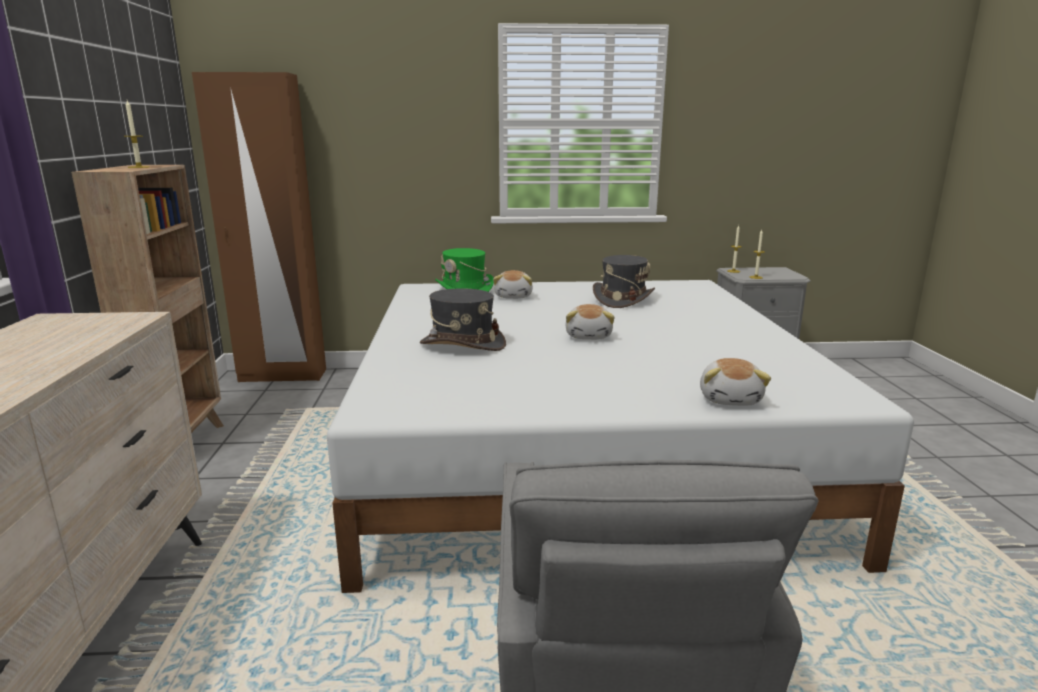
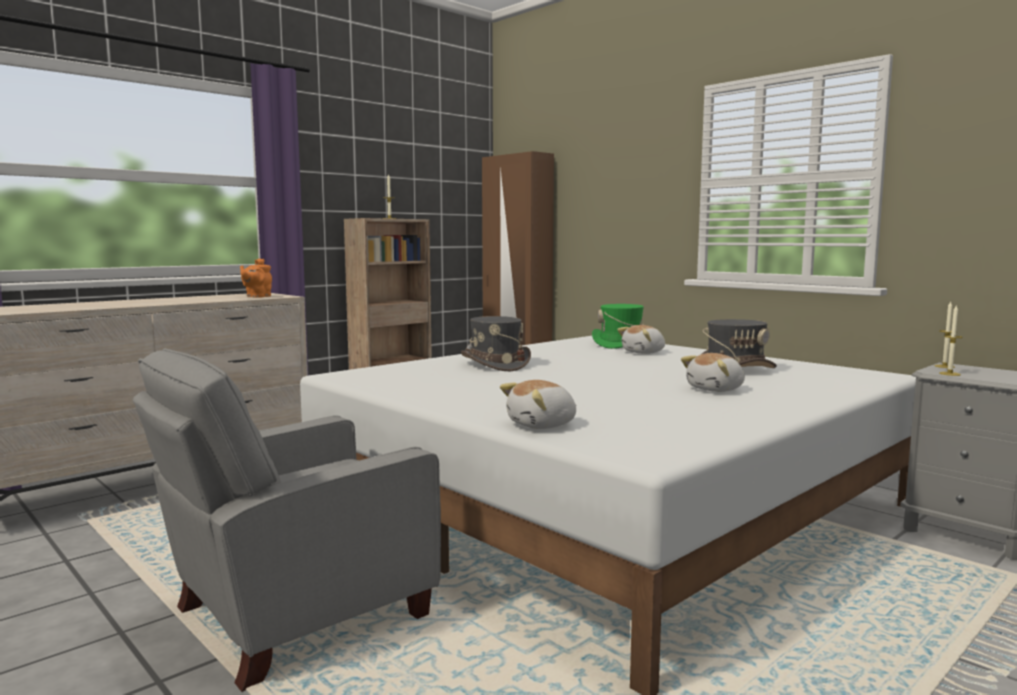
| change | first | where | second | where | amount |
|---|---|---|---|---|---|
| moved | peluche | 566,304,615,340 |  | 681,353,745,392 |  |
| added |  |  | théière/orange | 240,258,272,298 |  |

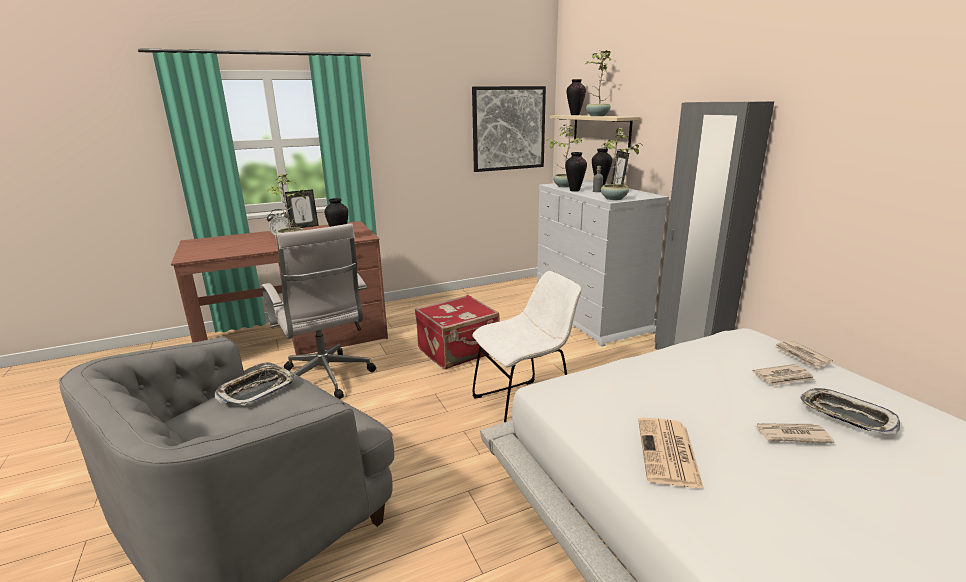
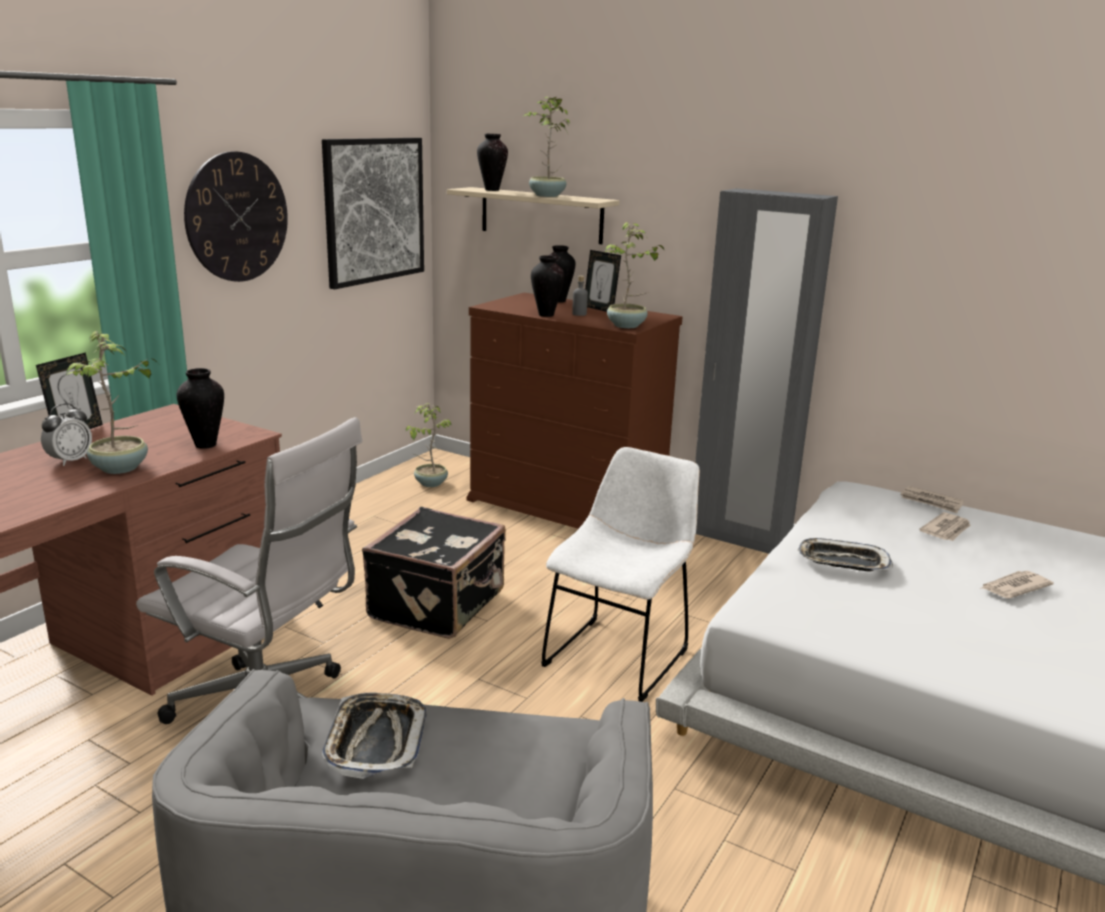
| change | first | where | second | where | amount |
|---|---|---|---|---|---|
| recoloured | valise/rouge | 415,295,500,369 | valise/noir | 362,507,506,639 |  |
| recoloured | commode/blanc | 537,180,669,347 | commode/marron | 467,293,683,529 |  |
| moved | plante en pot | 546,125,582,187 |  | 406,403,452,487 |  |
| removed | journal | 638,418,704,489 |  |  |  |
| moved | plateau | 800,388,900,434 |  | 798,538,893,571 |  |
| added |  |  | horloge murale | 184,151,288,282 |  |

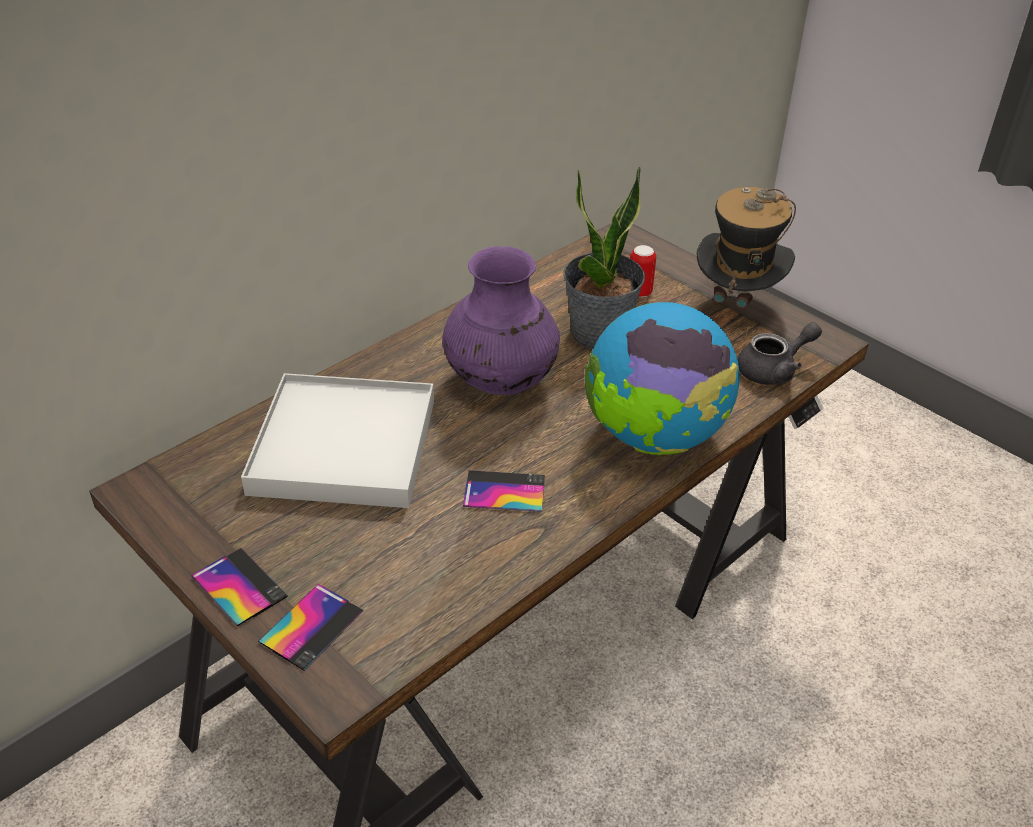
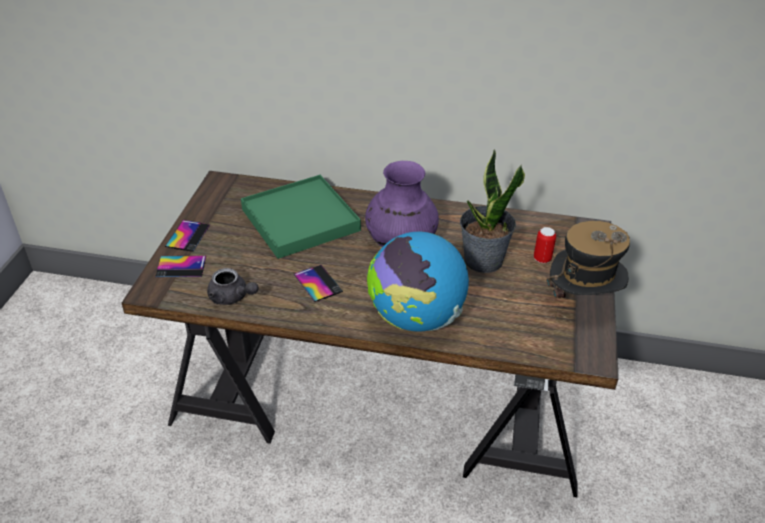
| change | first | where | second | where | amount |
|---|---|---|---|---|---|
| recoloured | plateau/blanc | 241,373,434,508 | plateau/vert | 241,175,361,259 |  |
| moved | théière/gris | 737,322,822,385 |  | 207,268,259,305 |  |

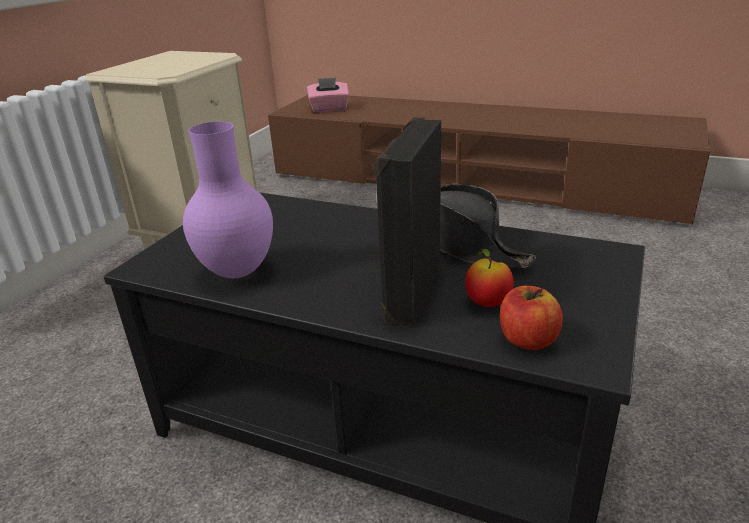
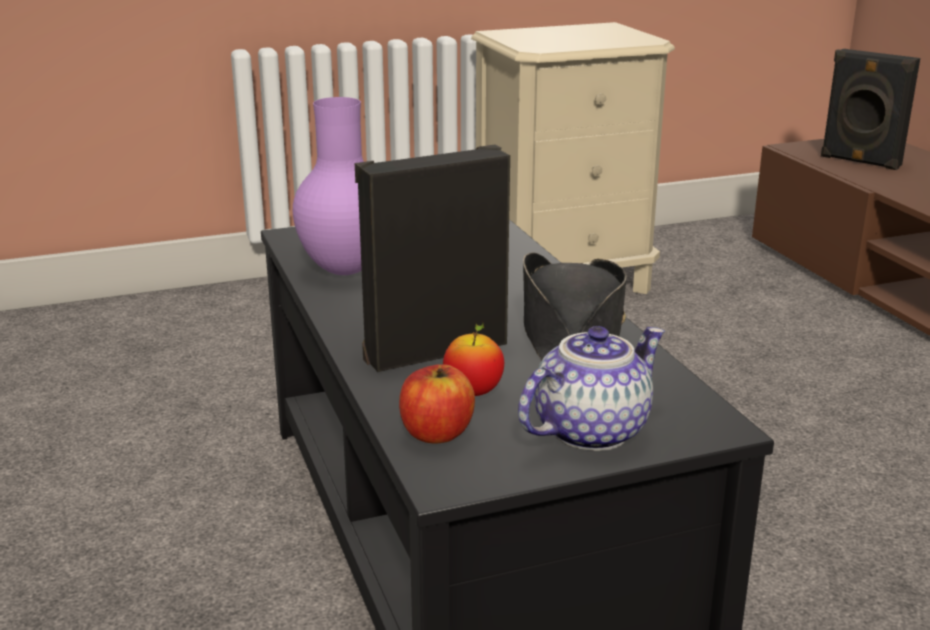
| change | first | where | second | where | amount |
|---|---|---|---|---|---|
| replaced | boîte à mouchoirs/rose | 307,78,349,112 | enceinte/noir | 821,49,920,170 |  |
| added |  |  | théière | 518,326,665,451 |  |

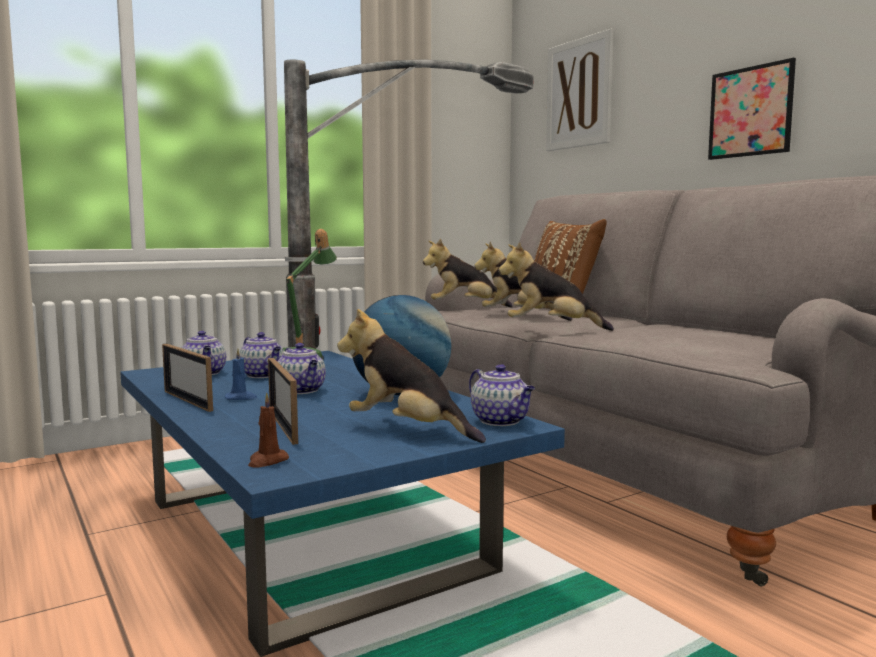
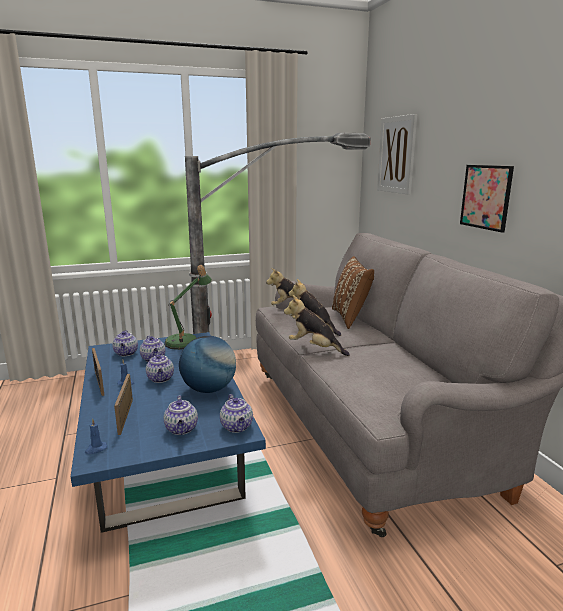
| change | first | where | second | where | amount |
|---|---|---|---|---|---|
| recoloured | bougie/marron | 248,392,289,468 | bougie/bleu | 85,418,107,454 |  |
| replaced | peluche | 337,309,486,443 | théière | 164,396,198,435 |  |

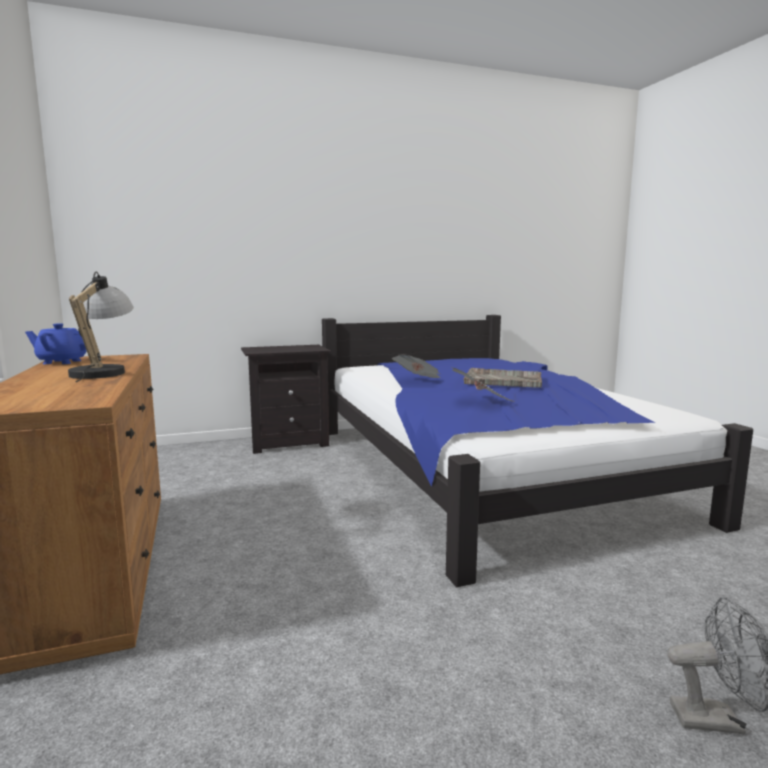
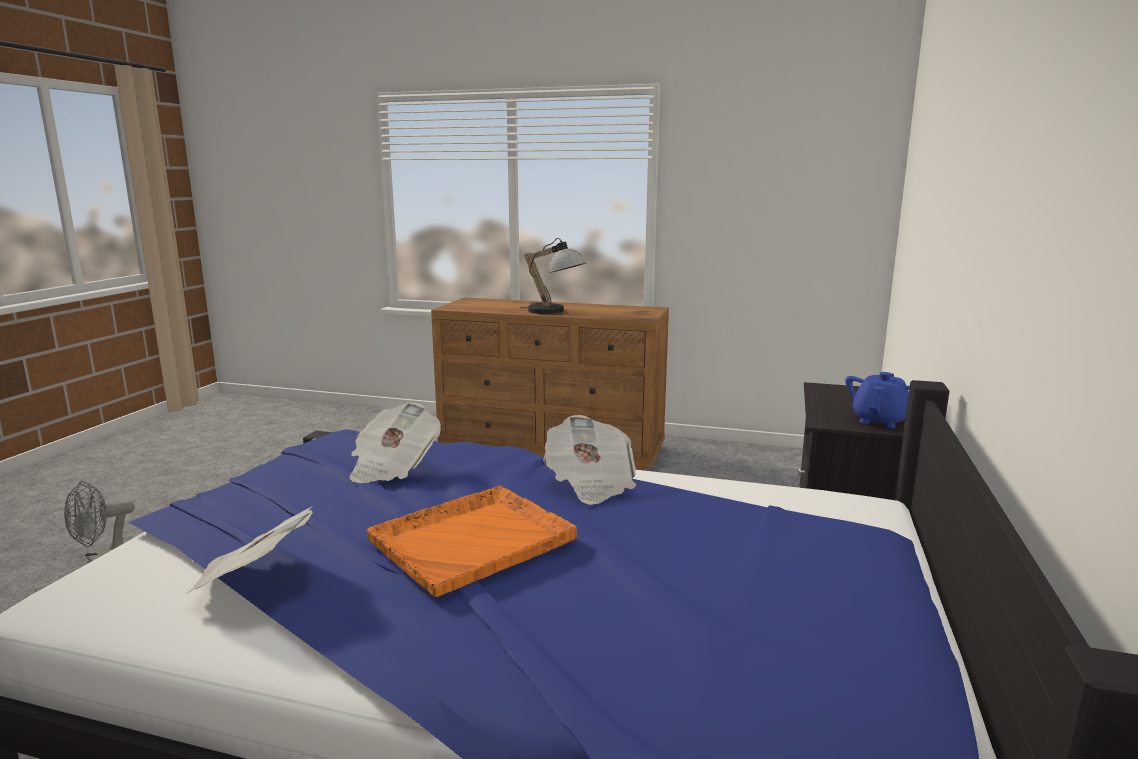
| change | first | where | second | where | amount |
|---|---|---|---|---|---|
| moved | théière/bleu | 25,323,87,364 |  | 845,372,910,428 |  |
| recoloured | plateau/gris | 464,368,542,388 | plateau/orange | 367,486,577,597 |  |
| added |  |  | journal | 186,507,312,594 |  |

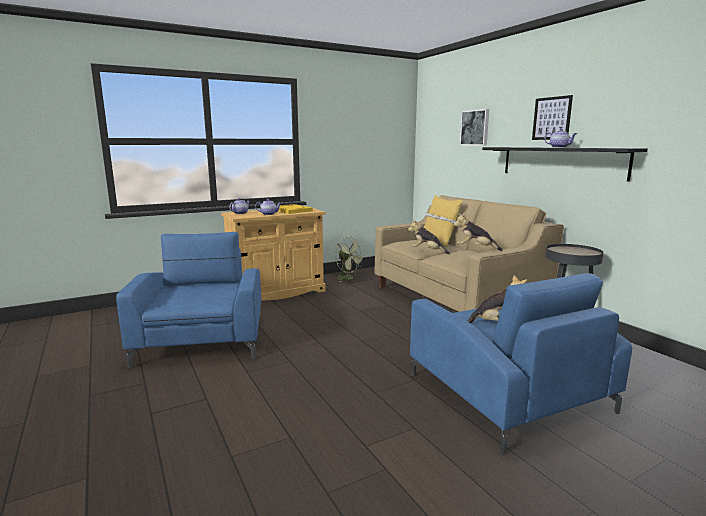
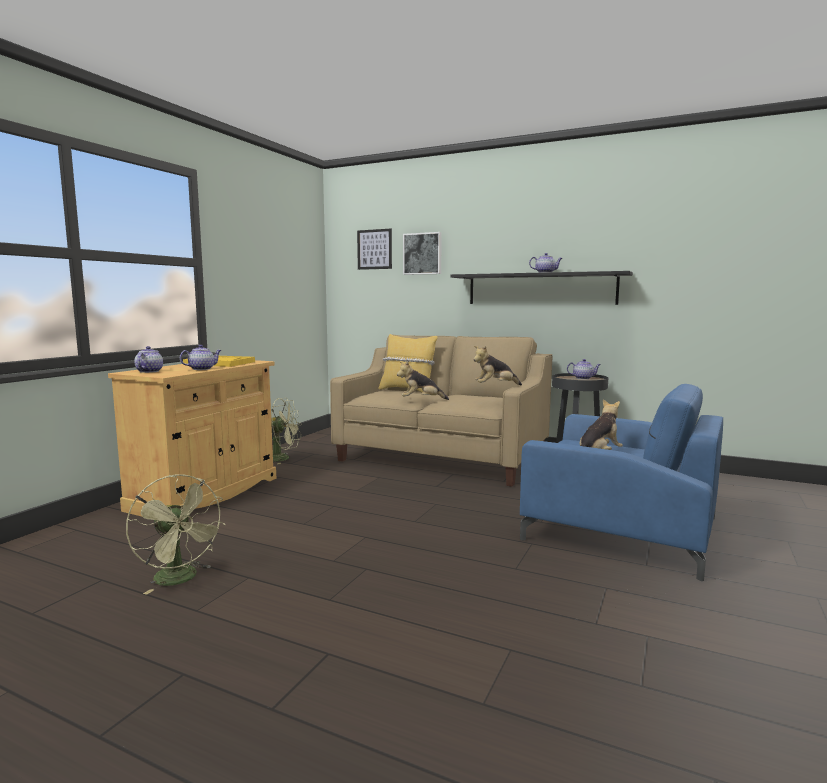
| change | first | where | second | where | amount |
|---|---|---|---|---|---|
| replaced | fauteuil/bleu | 116,232,261,368 | ventilateur/vert | 126,474,225,595 |  |
| moved | tableau | 532,95,573,140 |  | 357,229,392,270 |  |
| added |  |  | théière | 567,359,601,379 |  |

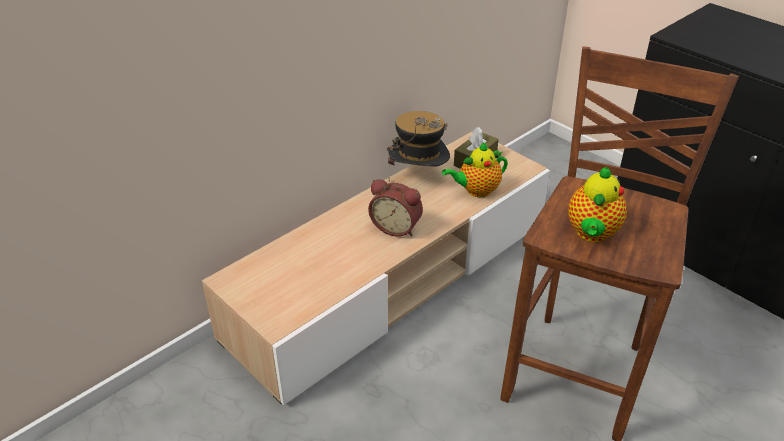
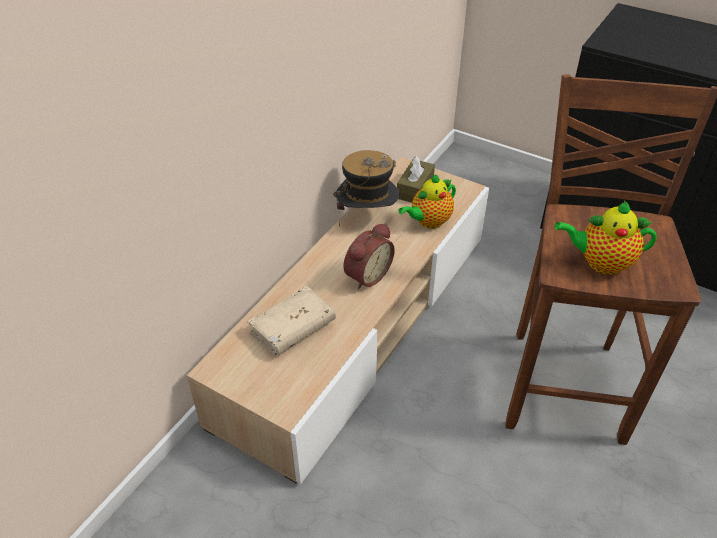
| change | first | where | second | where | amount |
|---|---|---|---|---|---|
| turned | réveil | 368,179,423,237 |  | 343,223,395,289 | 60 degrees counterclockwise |
| turned | théière | 568,167,627,242 |  | 555,200,657,275 | 90 degrees clockwise |
| added |  |  | livre/beige | 247,286,336,356 |  |

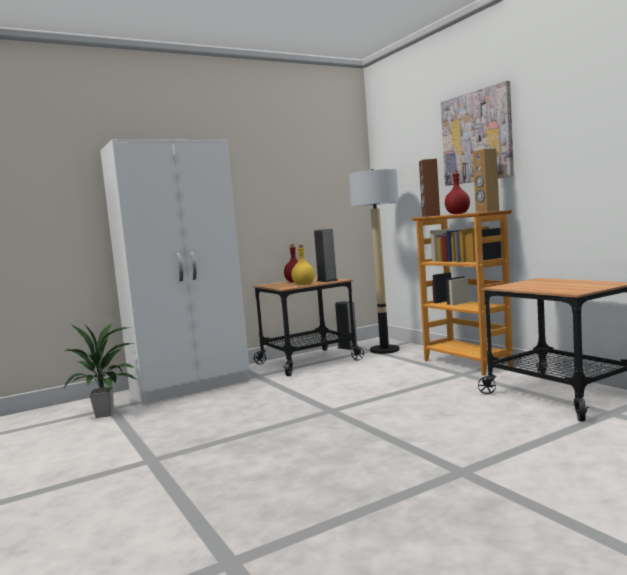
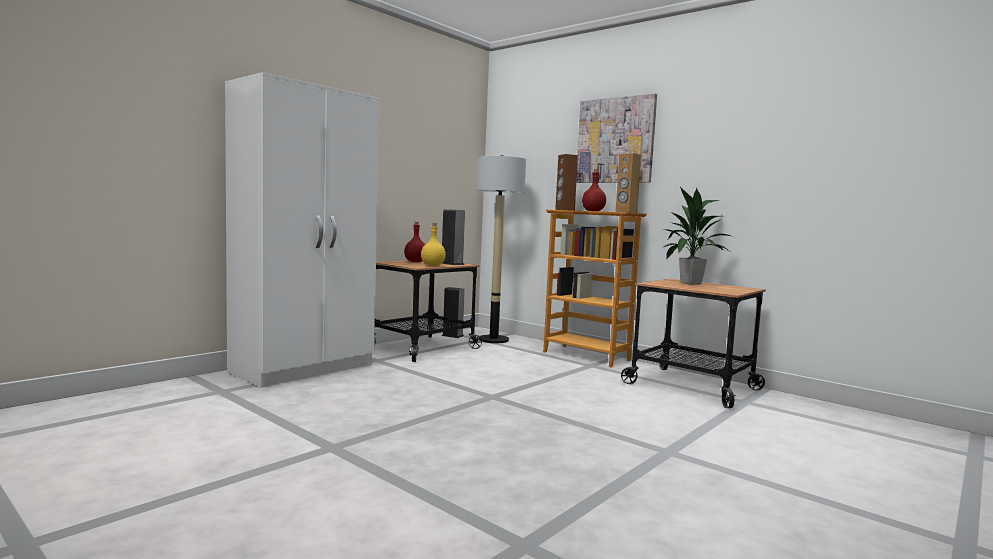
| change | first | where | second | where | amount |
|---|---|---|---|---|---|
| moved | plante en pot | 62,323,137,418 |  | 661,187,733,285 |  |

